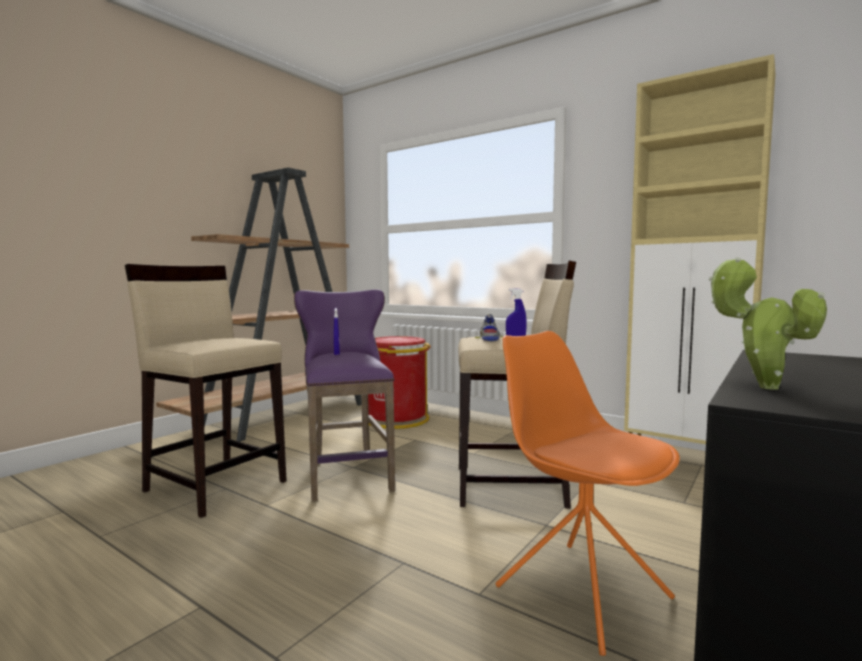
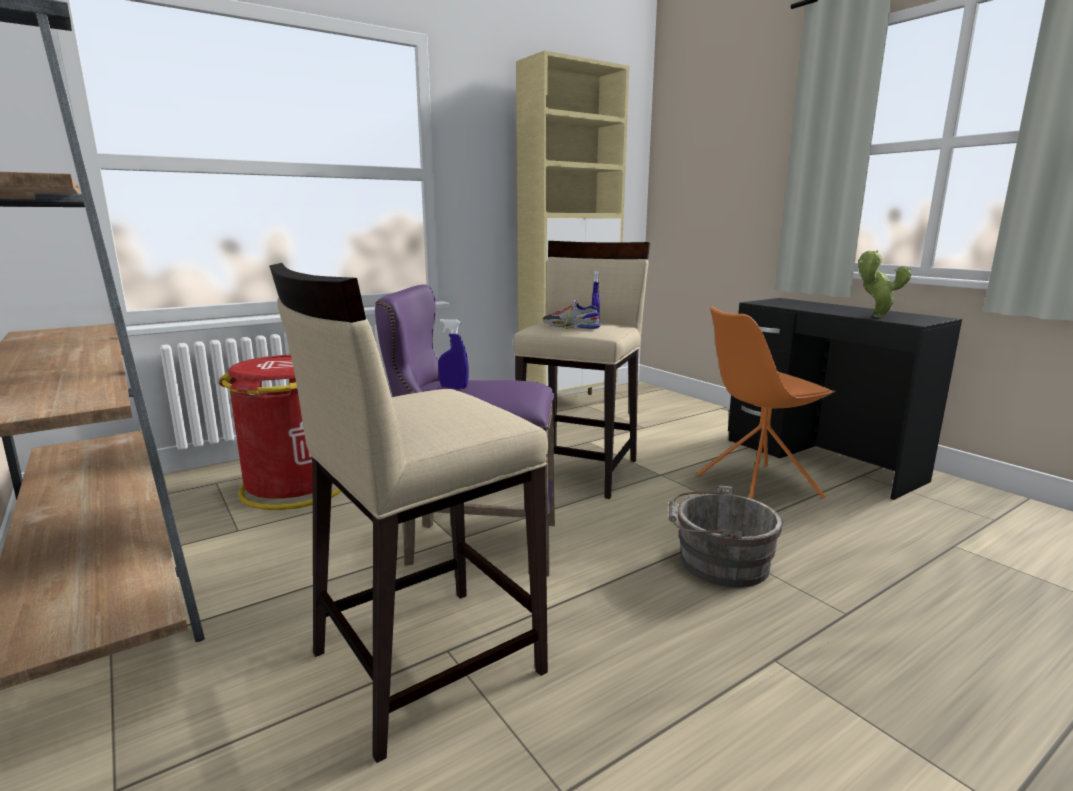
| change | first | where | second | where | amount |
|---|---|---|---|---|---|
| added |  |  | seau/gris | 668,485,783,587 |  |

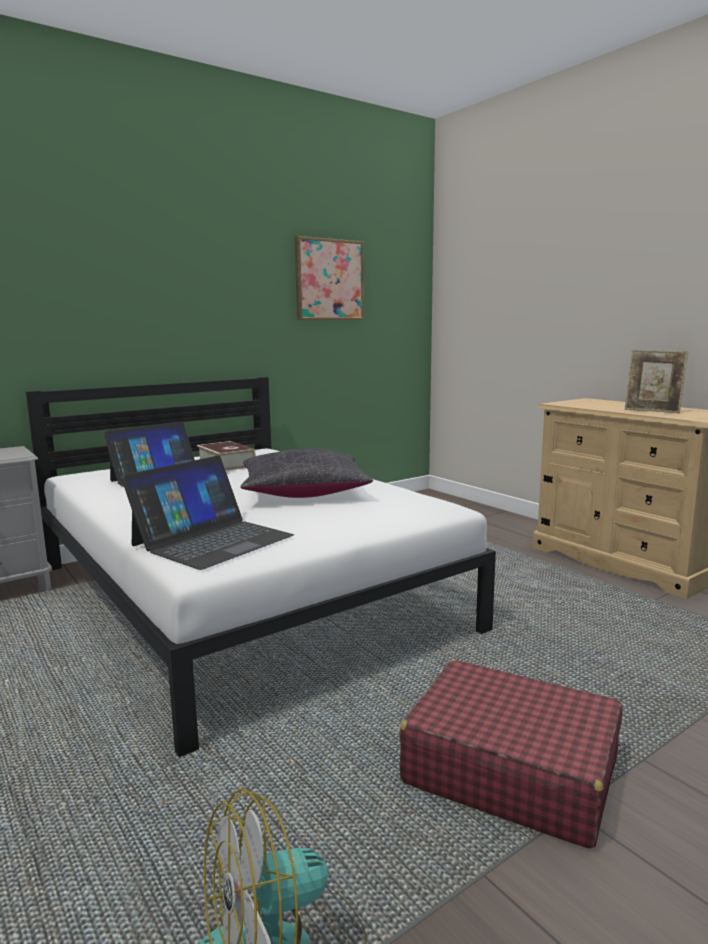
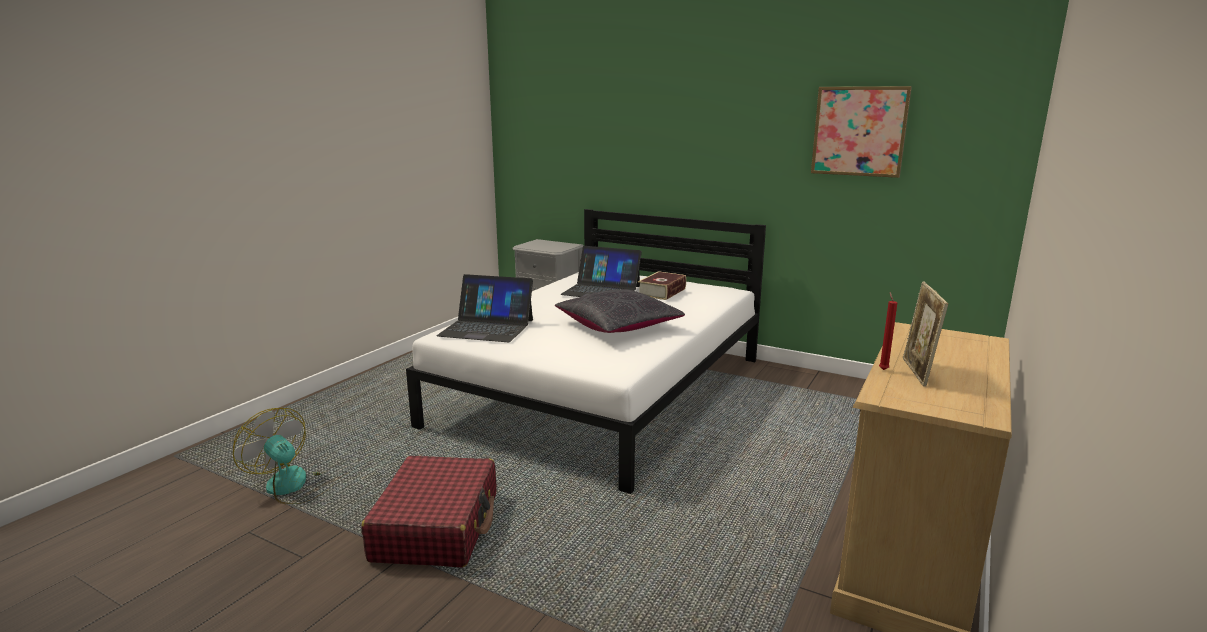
| change | first | where | second | where | amount |
|---|---|---|---|---|---|
| added |  |  | bougie/rouge | 879,292,897,370 |  |

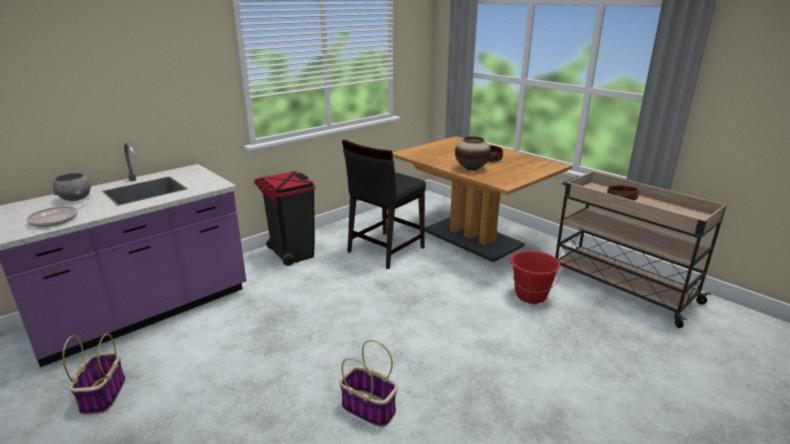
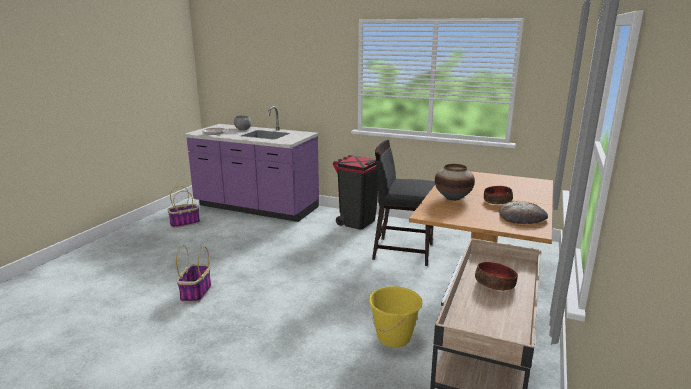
| change | first | where | second | where | amount |
|---|---|---|---|---|---|
| recoloured | seau/rouge | 509,251,561,304 | seau/jaune | 369,286,422,348 |  |
| added |  |  | pain | 499,201,548,224 |  |

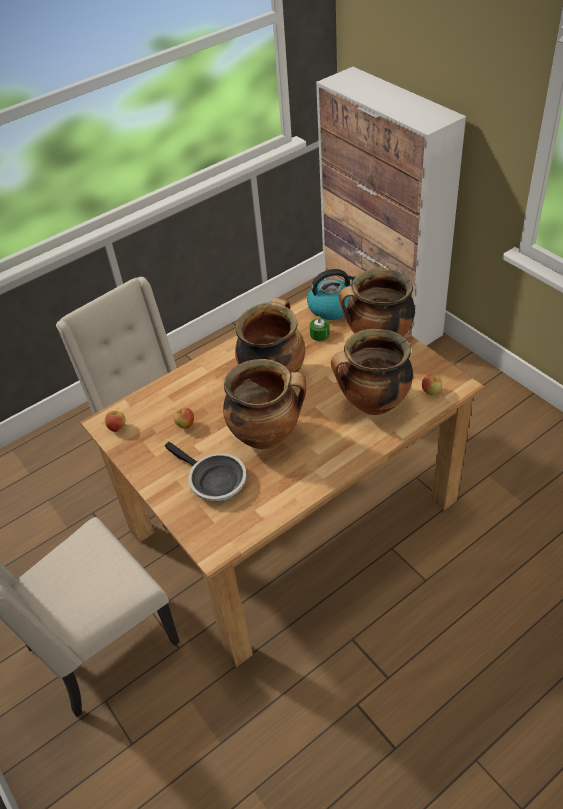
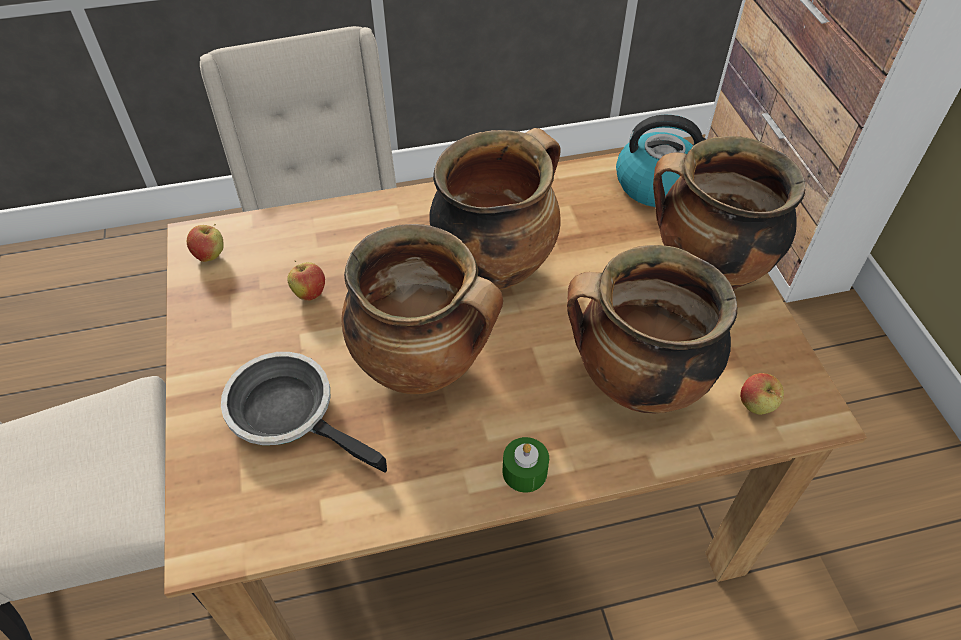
| change | first | where | second | where | amount |
|---|---|---|---|---|---|
| turned | poêle | 165,442,246,502 |  | 221,352,387,473 | 150 degrees clockwise |
| moved | bougie/vert | 310,316,330,341 |  | 503,437,549,492 |  |

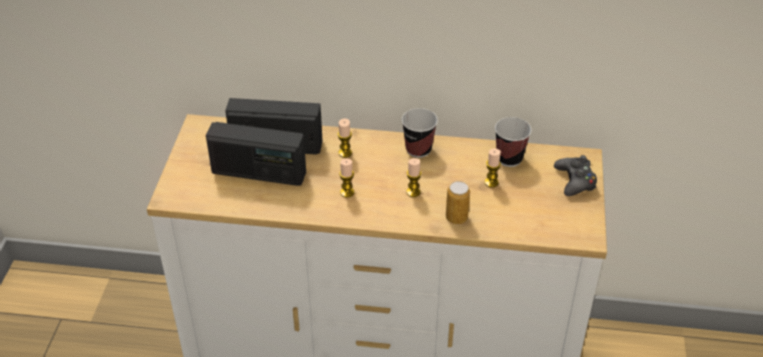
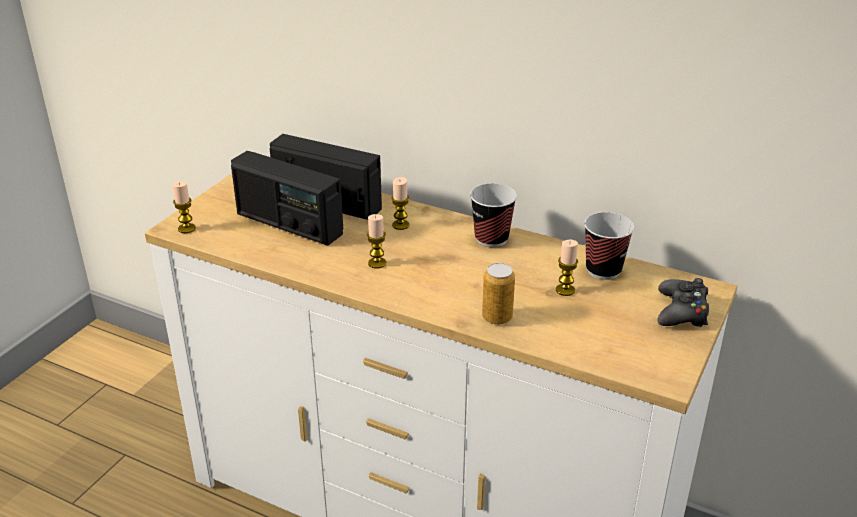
| change | first | where | second | where | amount |
|---|---|---|---|---|---|
| moved | bougie | 406,158,421,197 |  | 172,182,196,233 |  |

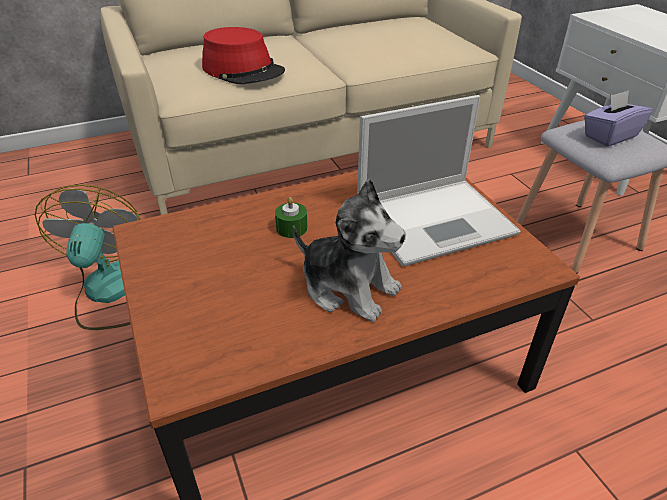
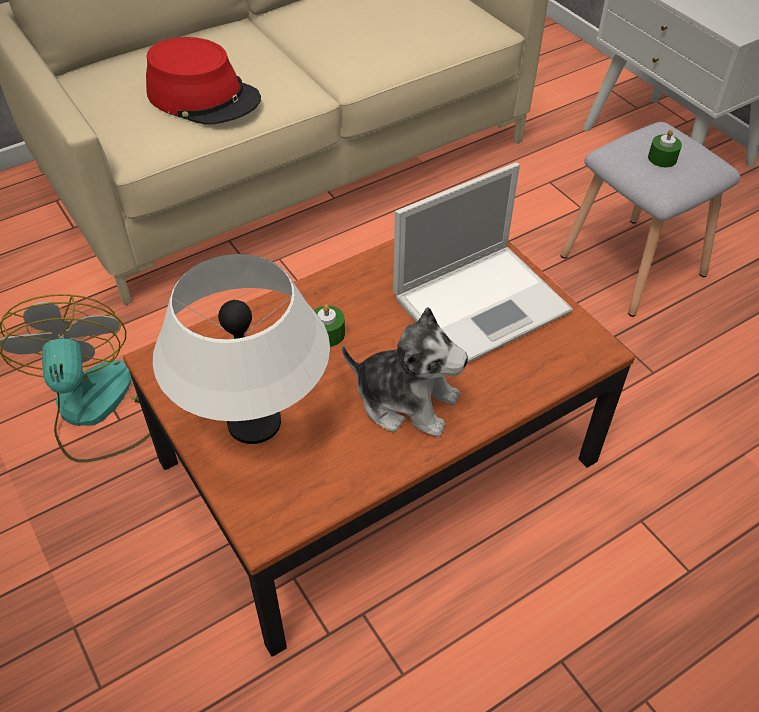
| change | first | where | second | where | amount |
|---|---|---|---|---|---|
| replaced | boîte à mouchoirs/violet | 584,90,653,147 | bougie/vert | 648,129,682,167 |  |
| added |  |  | lampe de table/blanc | 153,254,330,444 |  |

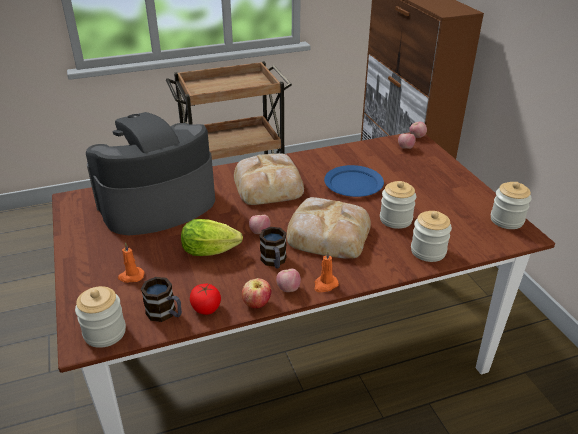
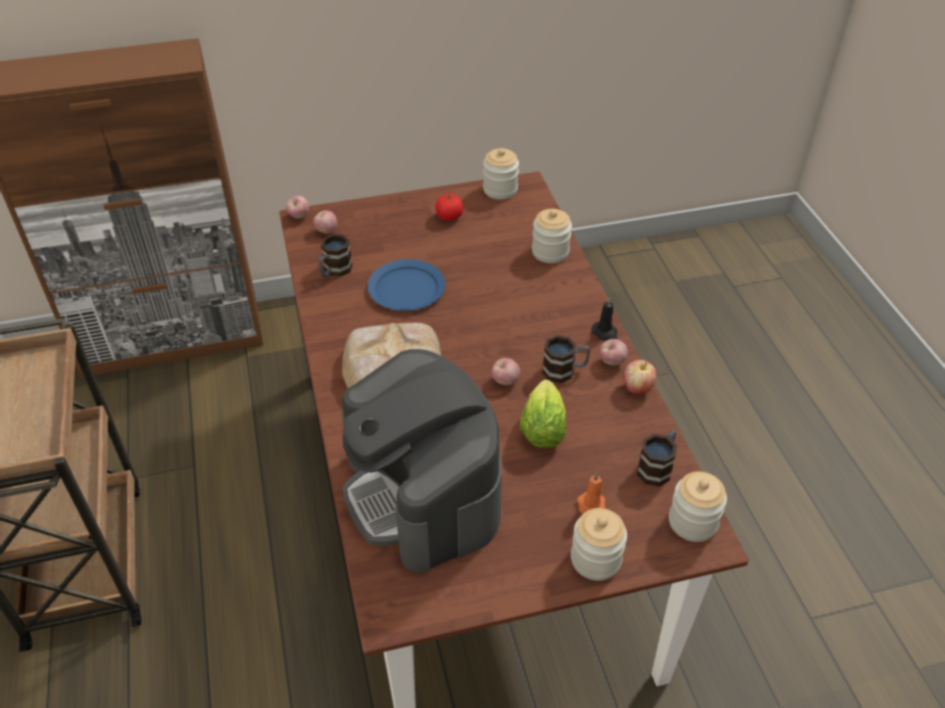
| change | first | where | second | where | amount |
|---|---|---|---|---|---|
| moved | tomate | 190,284,221,315 |  | 435,194,463,221 |  |
| removed | pain | 287,197,371,259 |  |  |  |
| recoloured | bougie/orange | 315,251,339,292 | bougie/noir | 591,297,617,341 |  |
| moved | bocal | 380,181,416,229 |  | 571,508,627,581 |  |
| added |  |  | mug | 318,234,352,277 |  |

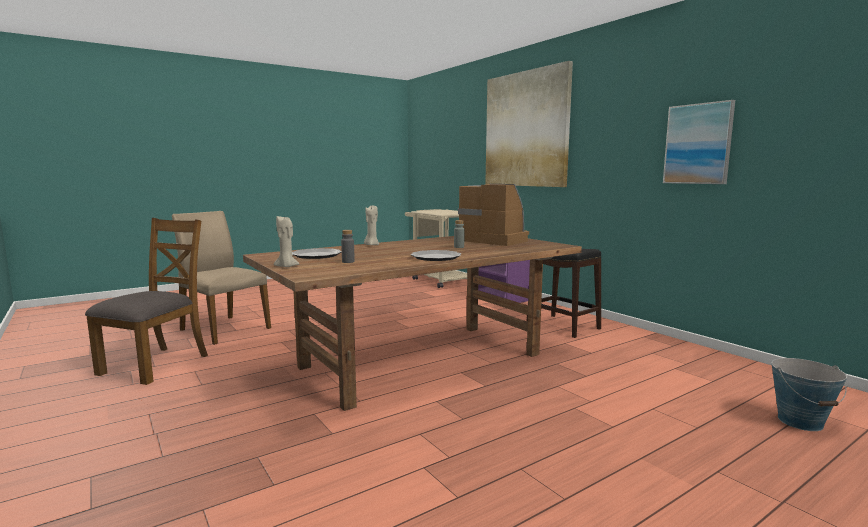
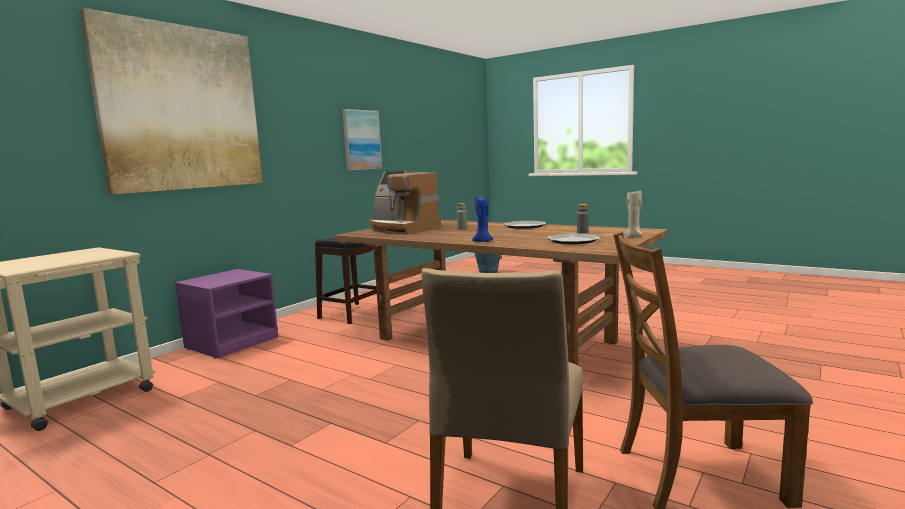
| change | first | where | second | where | amount |
|---|---|---|---|---|---|
| recoloured | bougie/beige | 364,206,379,245 | bougie/bleu | 472,197,493,242 |  |
| turned | machine à café | 458,184,529,246 |  | 369,171,441,235 | 75 degrees counterclockwise |

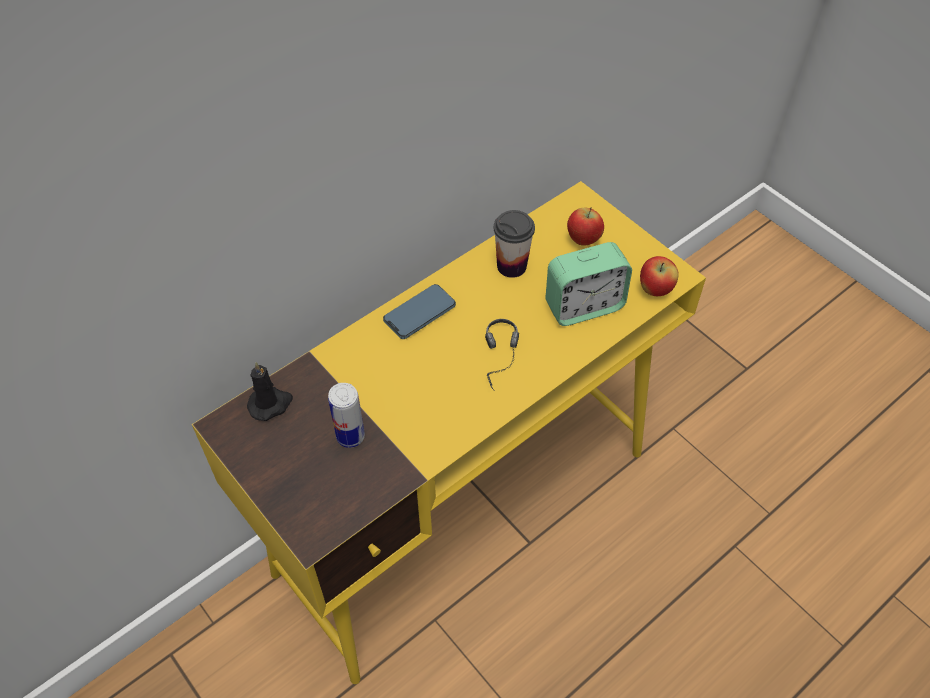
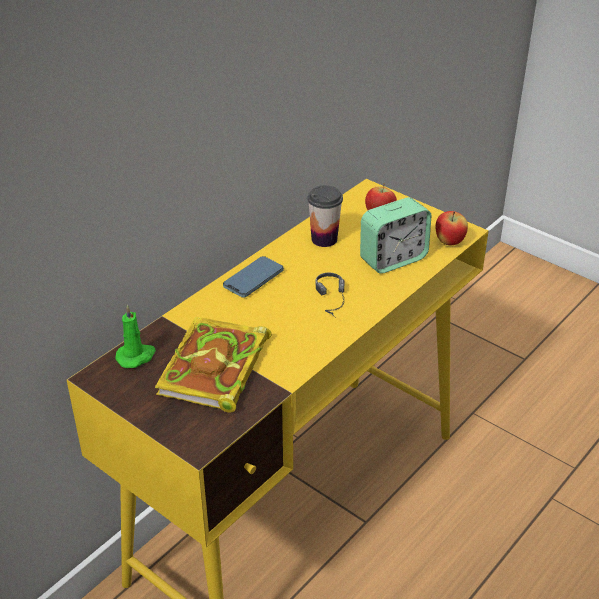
| change | first | where | second | where | amount |
|---|---|---|---|---|---|
| recoloured | bougie/noir | 247,362,293,421 | bougie/vert | 115,305,156,368 |  |
| replaced | boîte métallique | 328,383,365,448 | livre | 155,317,271,412 |  |

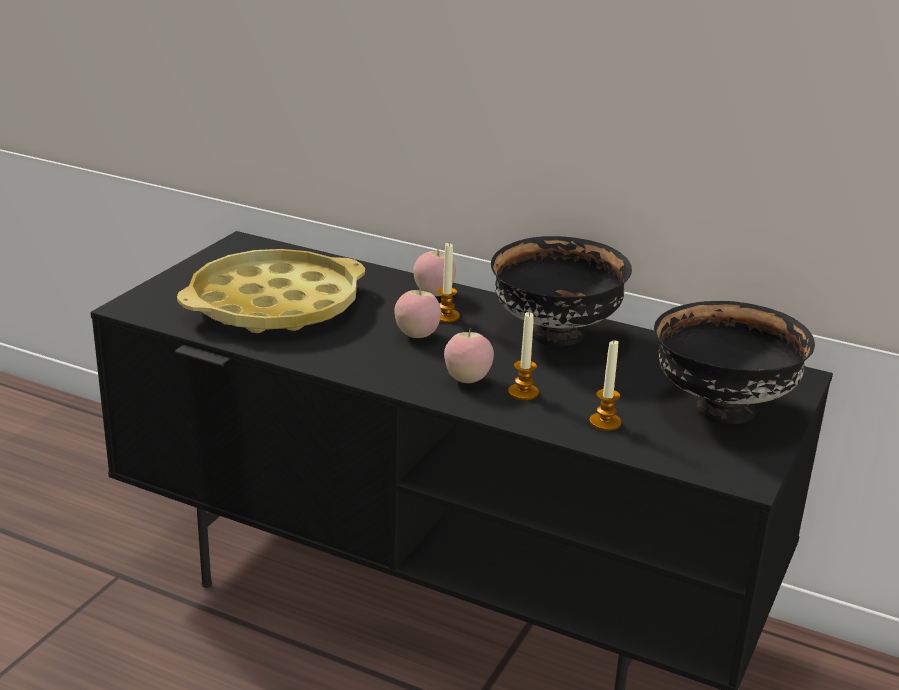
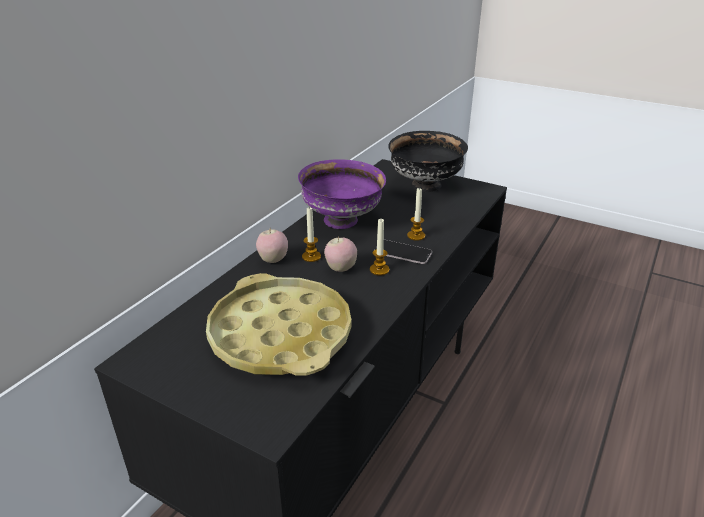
| change | first | where | second | where | amount |
|---|---|---|---|---|---|
| replaced | pomme | 444,329,494,383 | téléphone | 375,240,432,264 |  |
| recoloured | bol/noir | 491,236,632,346 | bol/violet | 298,159,386,229 |  |
| moved | bougie | 590,341,621,431 |  | 370,219,389,276 |  |

